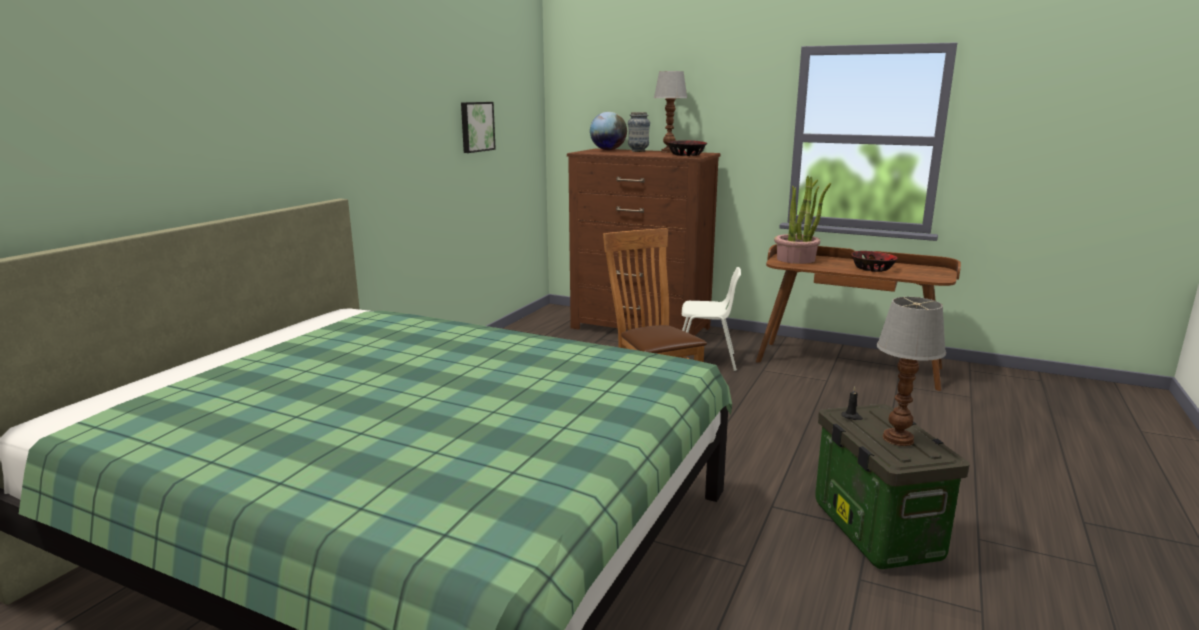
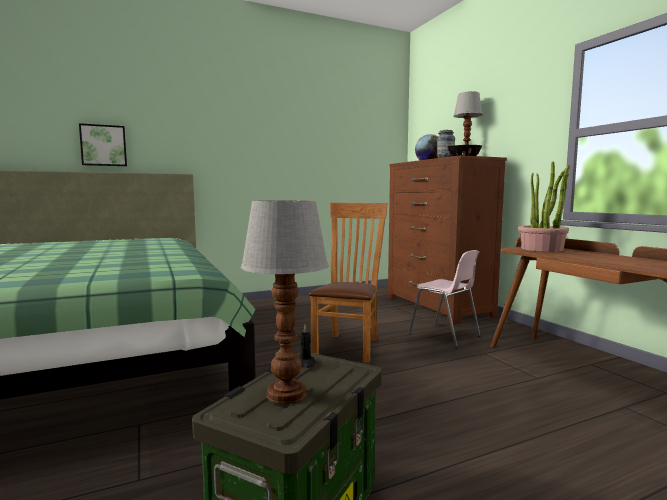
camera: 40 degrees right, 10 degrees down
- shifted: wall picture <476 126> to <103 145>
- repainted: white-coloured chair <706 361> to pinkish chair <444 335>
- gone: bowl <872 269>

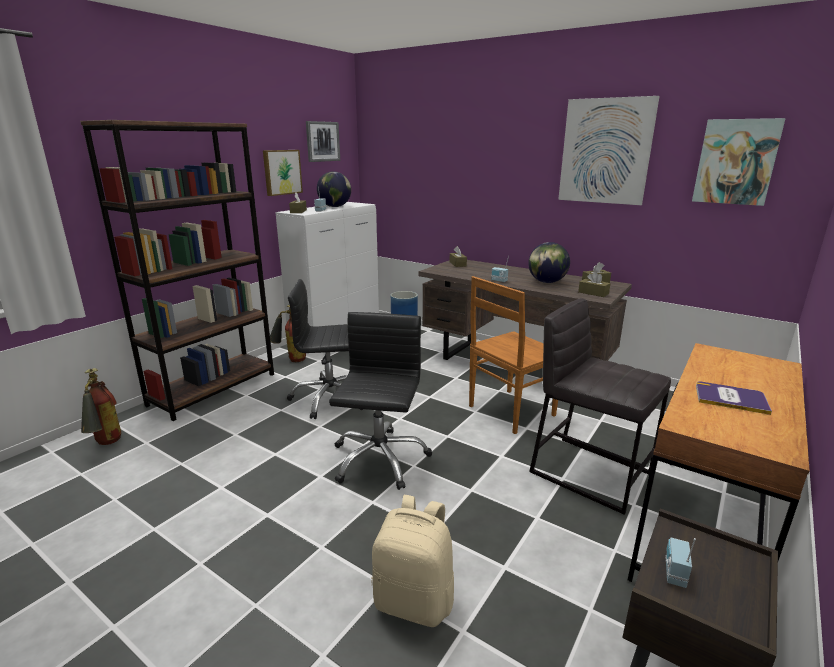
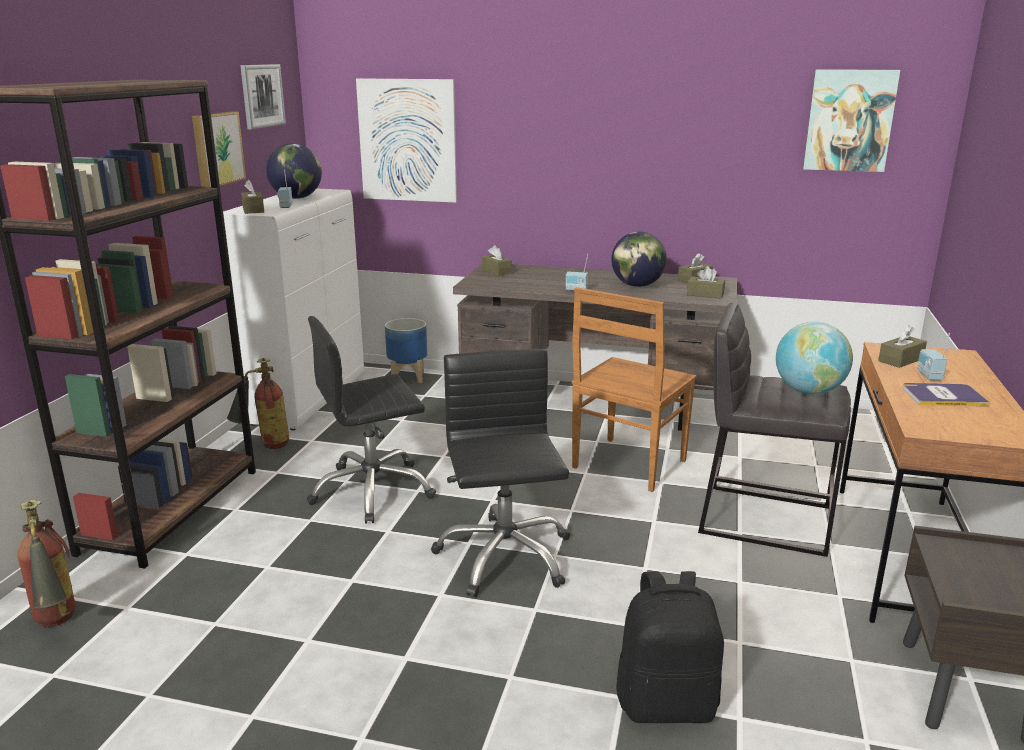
camera: 20 degrees left, 0 degrees up
- repainted: beige backpack <415 601> to blackish backpack <667 703>
- shifted: wall picture <605 151> to <407 140>
- shifted: radio <673 573> to <928 376>
- new: world globe <808 391>
- new: brownish tissue box <900 360>

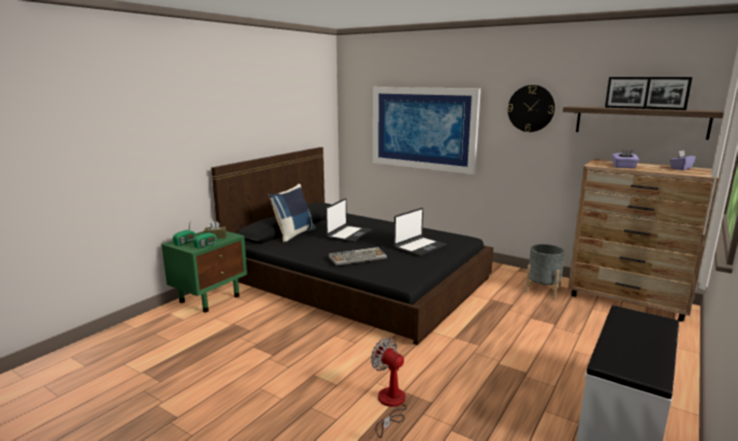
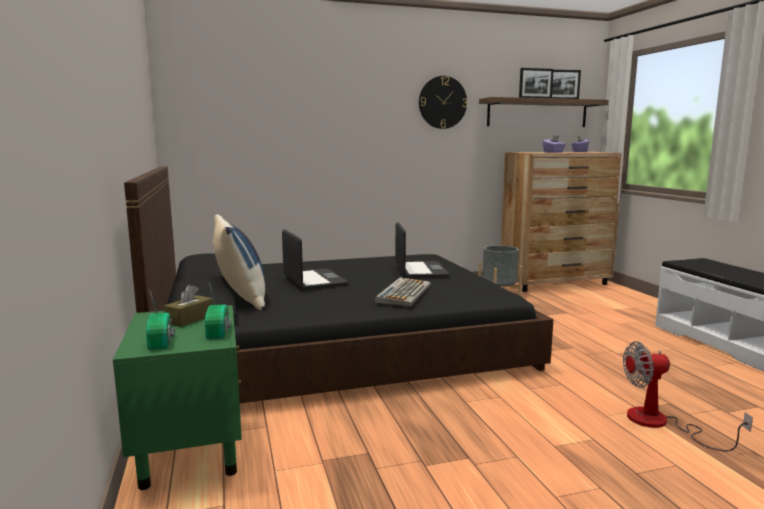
camera: 50 degrees left, 5 degrees down
- gone: wall picture <423 128>

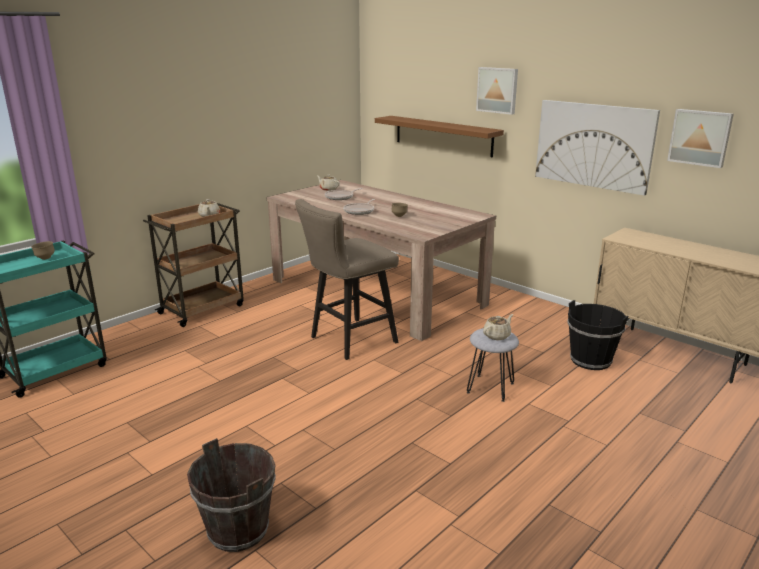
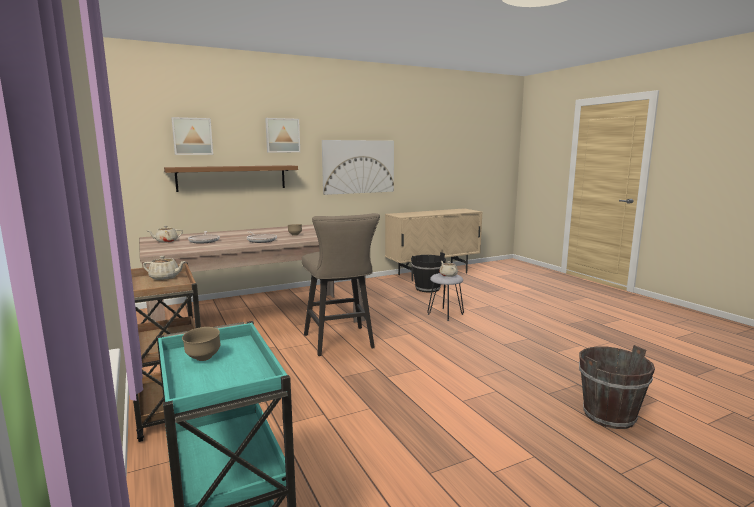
camera: 70 degrees left, 10 degrees down
- shifted: wall picture <700 137> to <192 136>

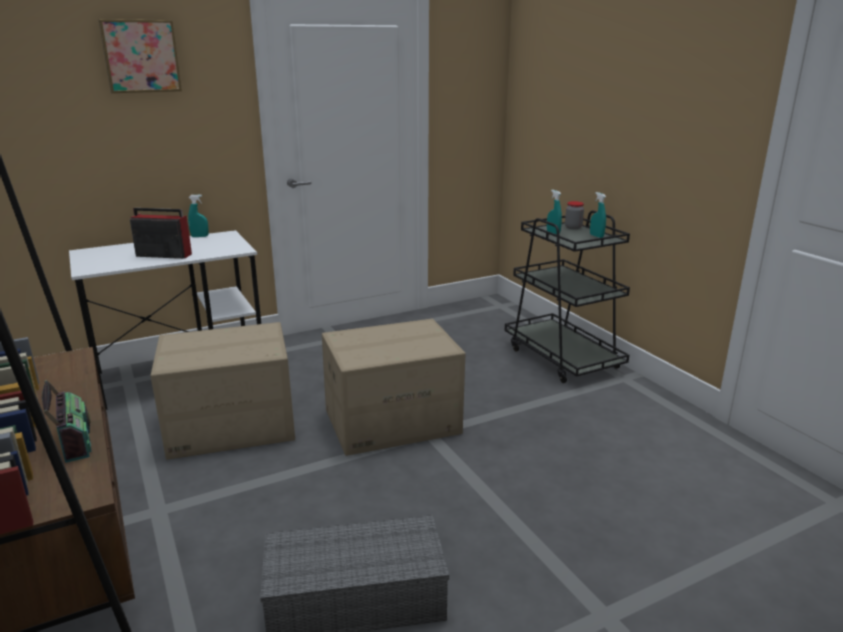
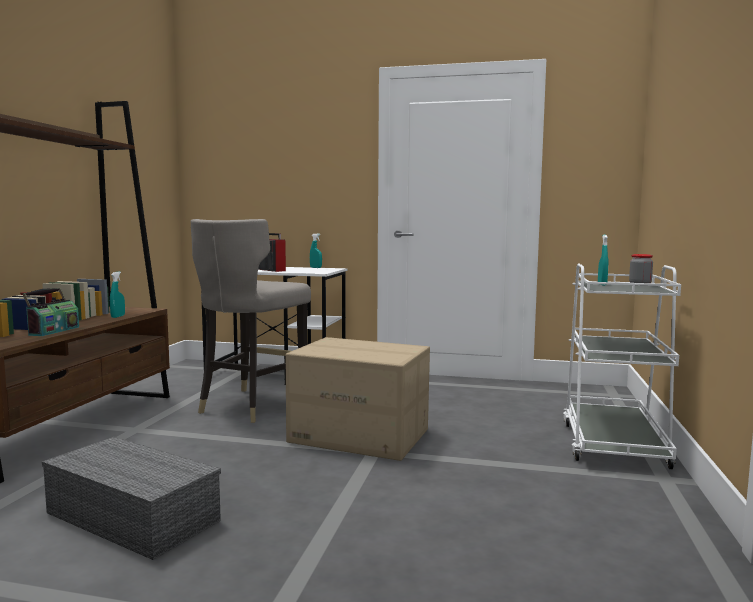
camera: 40 degrees right, 15 degrees down
- gone: wall picture <141 56>
- swapped: packing box <231 427> to grey stool <251 406>
- repainted: blackish wheeled cart <562 358> to white-coloured wheeled cart <613 444>
- shifted: blue-green hand sprayer <596 236> to <118 316>

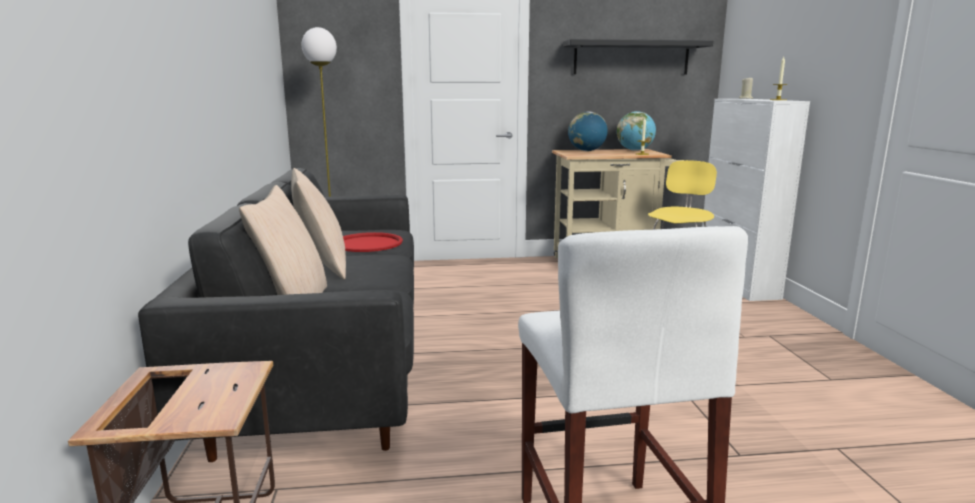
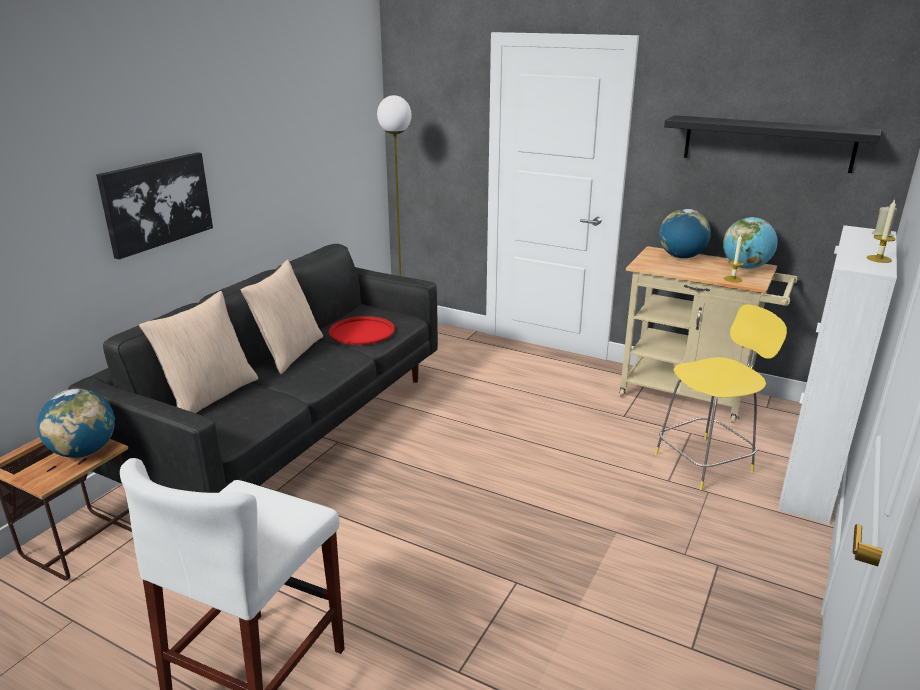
camera: 35 degrees right, 10 degrees up
- new: world globe <84 451>
- new: wall picture <157 203>

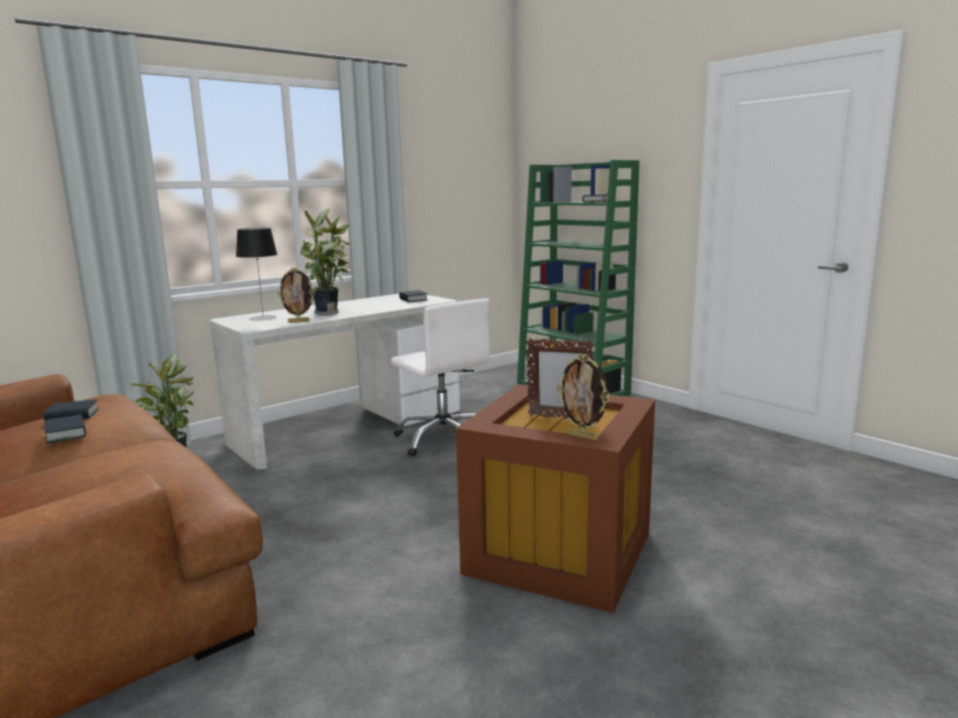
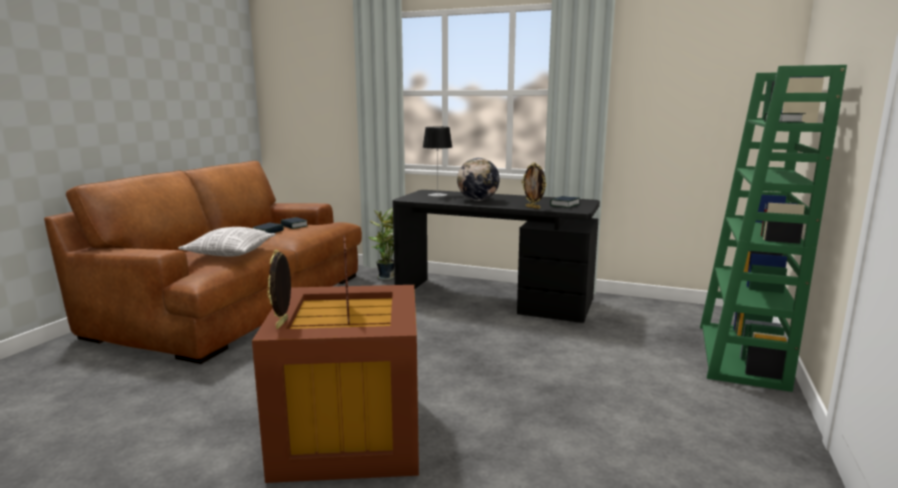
camera: 60 degrees right, 0 degrees up
- repainted: white-coloured desk <348 426> to blackish desk <493 299>
- shifted: standing frame <299 321> to <533 207>
- swapped: houseplant <329 312> to world globe <478 200>
- gone: white-coloured desk chair <444 439>
- new: cushion <230 253>

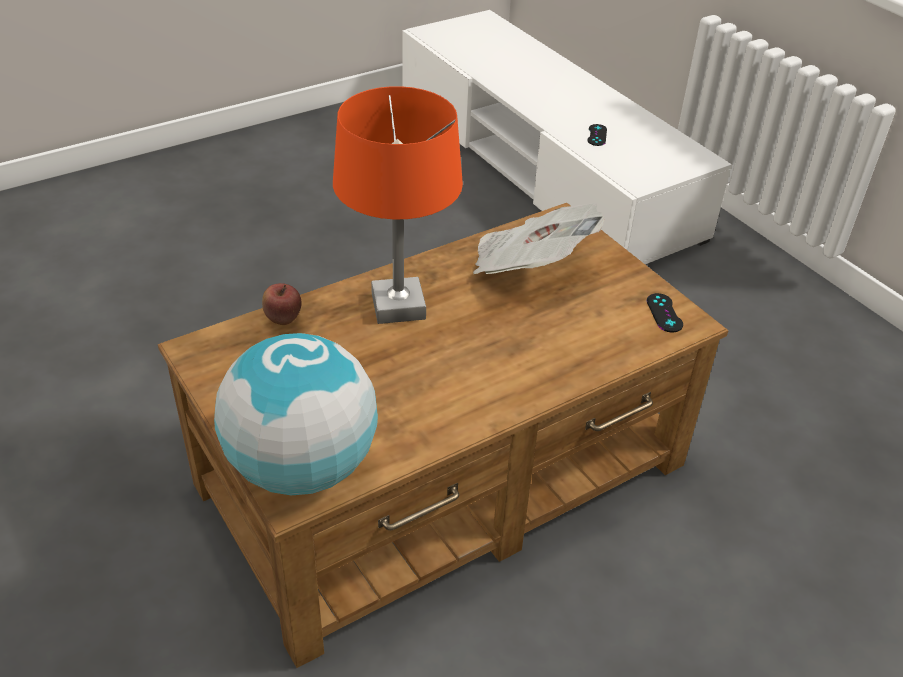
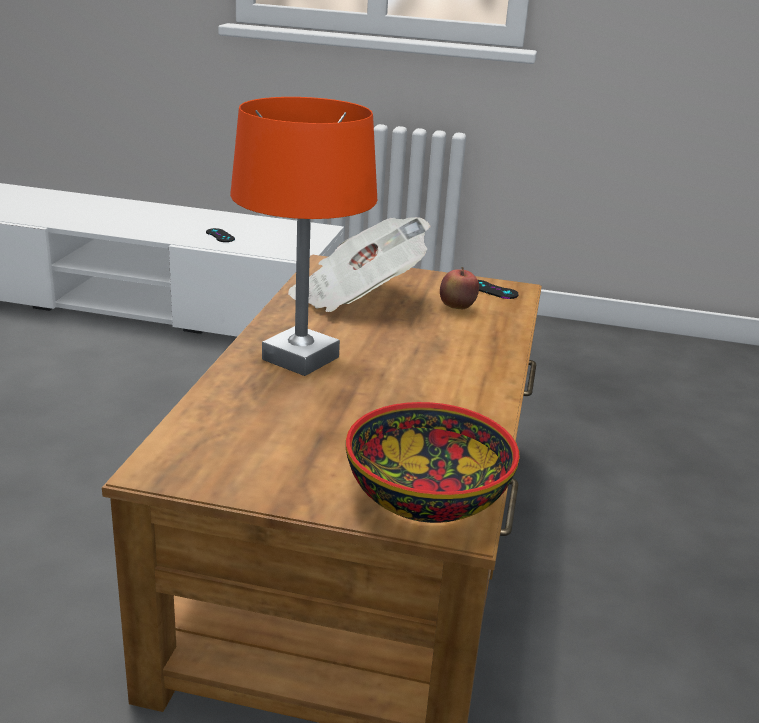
camera: 45 degrees left, 15 degrees down
- swapped: world globe <302 467> to bowl <426 498>
- shifted: whole apple <283 320> to <457 308>

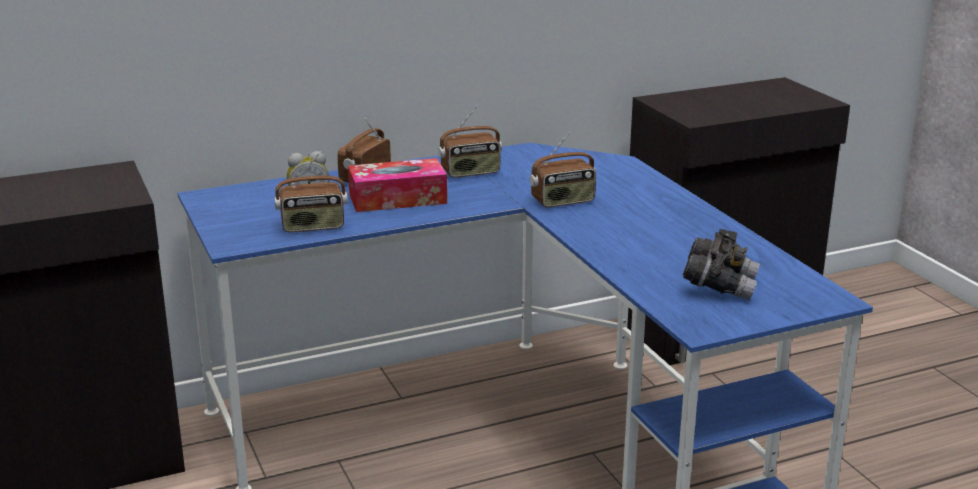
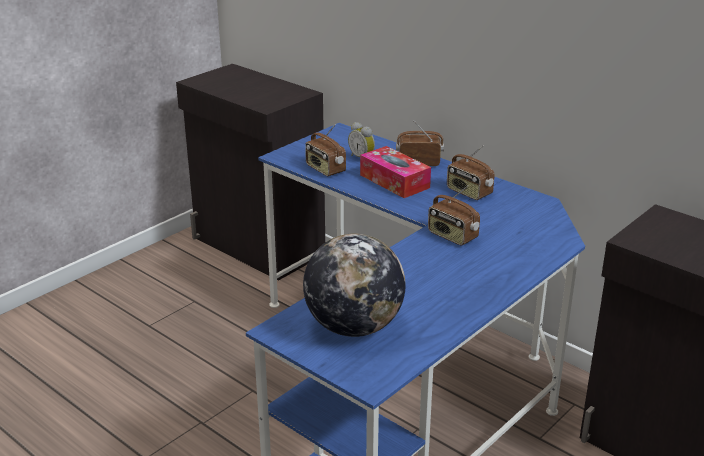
camera: 65 degrees right, 5 degrees up
- swapped: grey binoculars <719 286> to world globe <353 327>

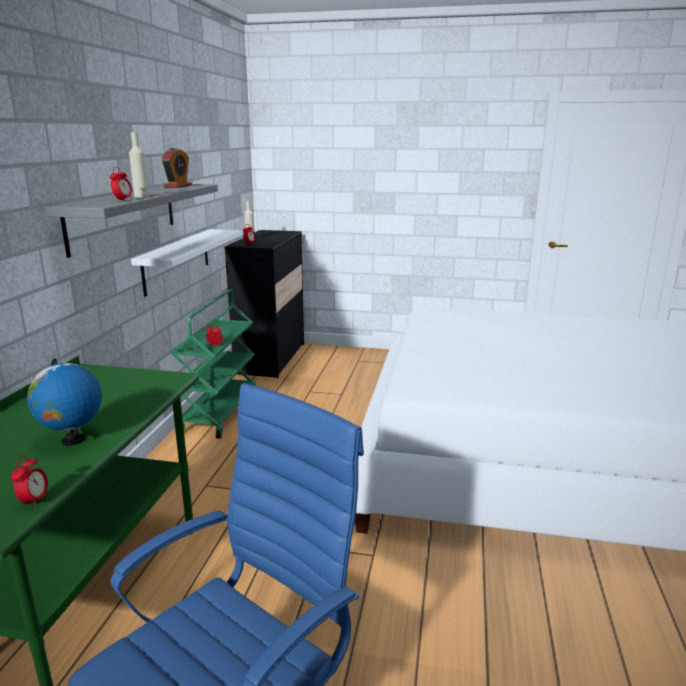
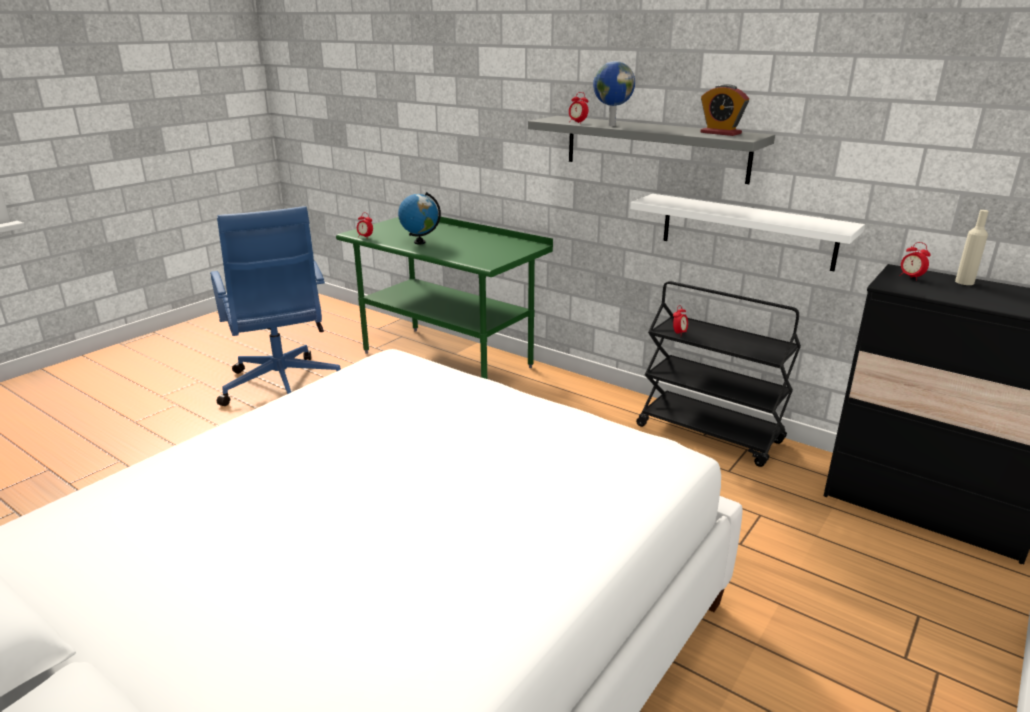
camera: 115 degrees right, 5 degrees up
- swapped: beige bottle <141 196> to world globe <611 125>
- repainted: greenish wheeled cart <219 412> to blackish wheeled cart <710 434>

